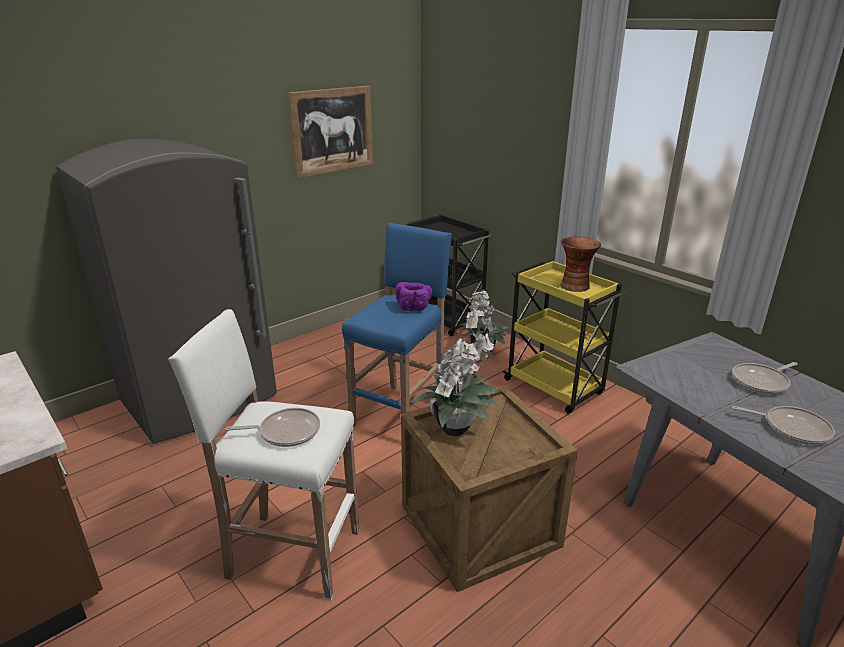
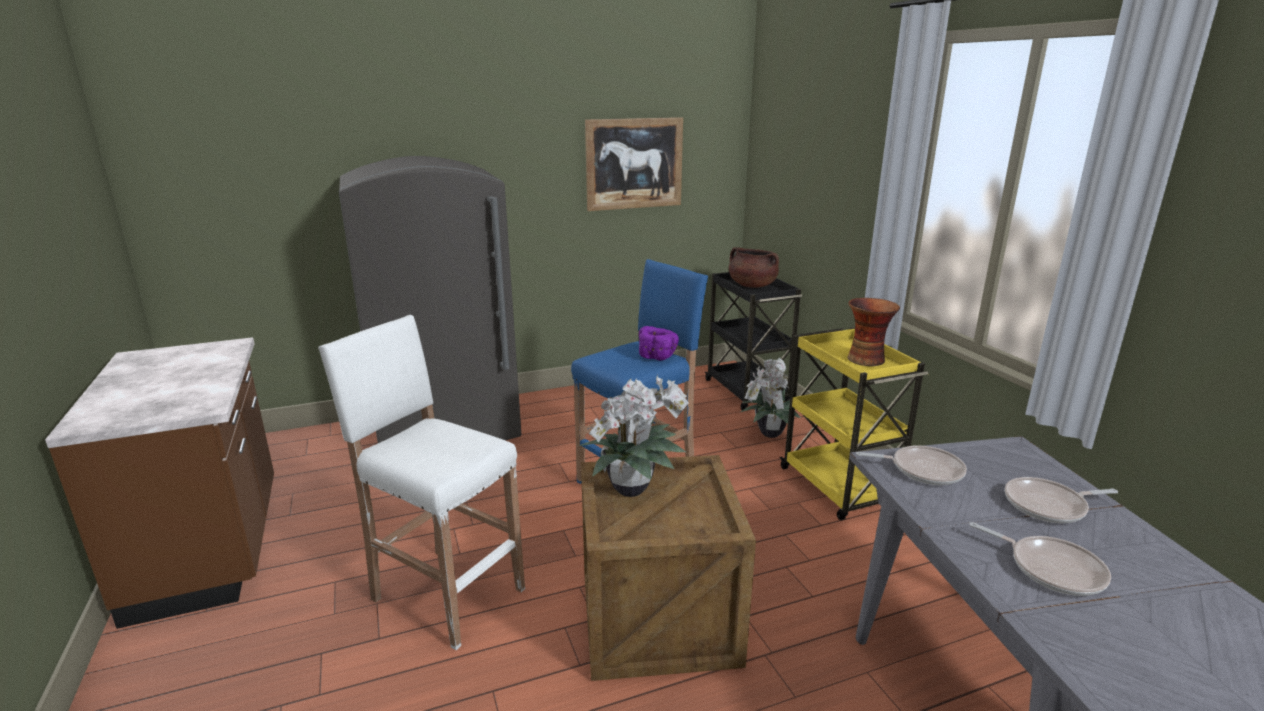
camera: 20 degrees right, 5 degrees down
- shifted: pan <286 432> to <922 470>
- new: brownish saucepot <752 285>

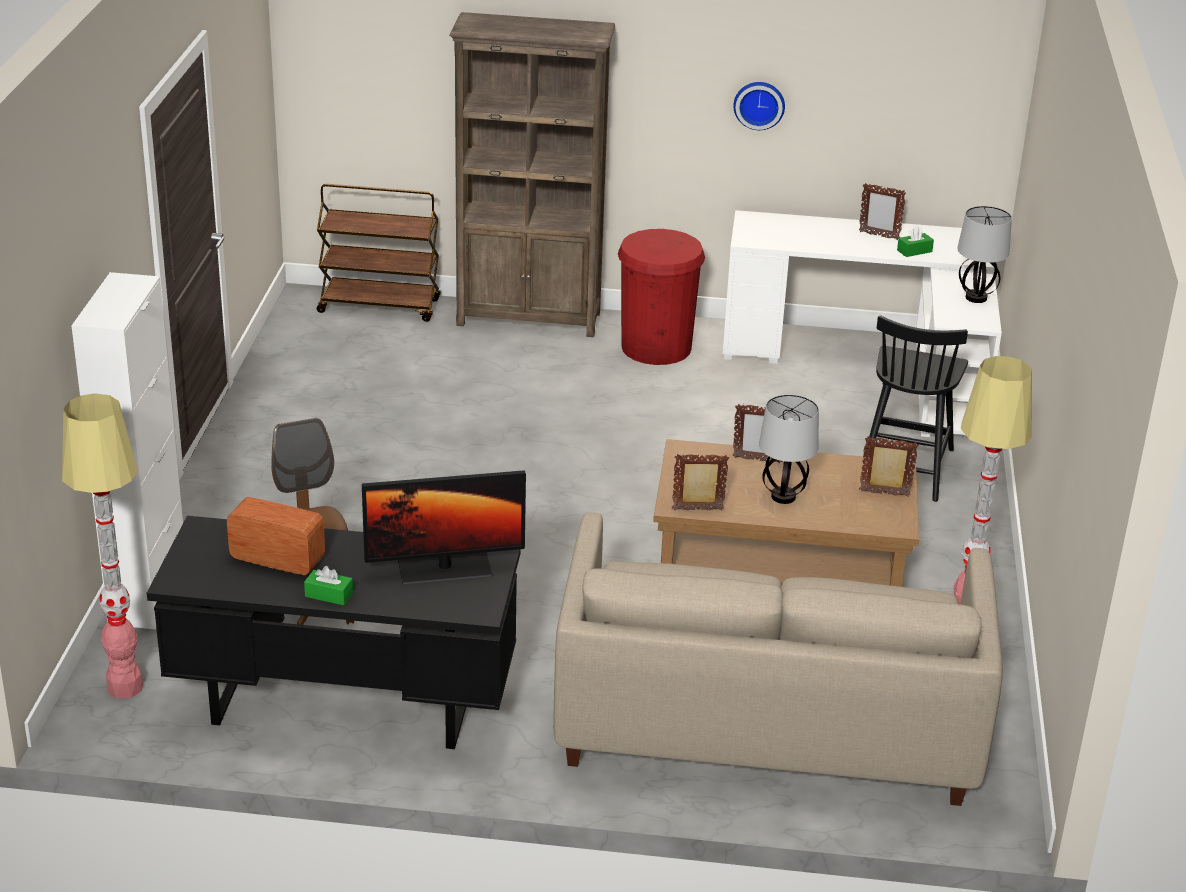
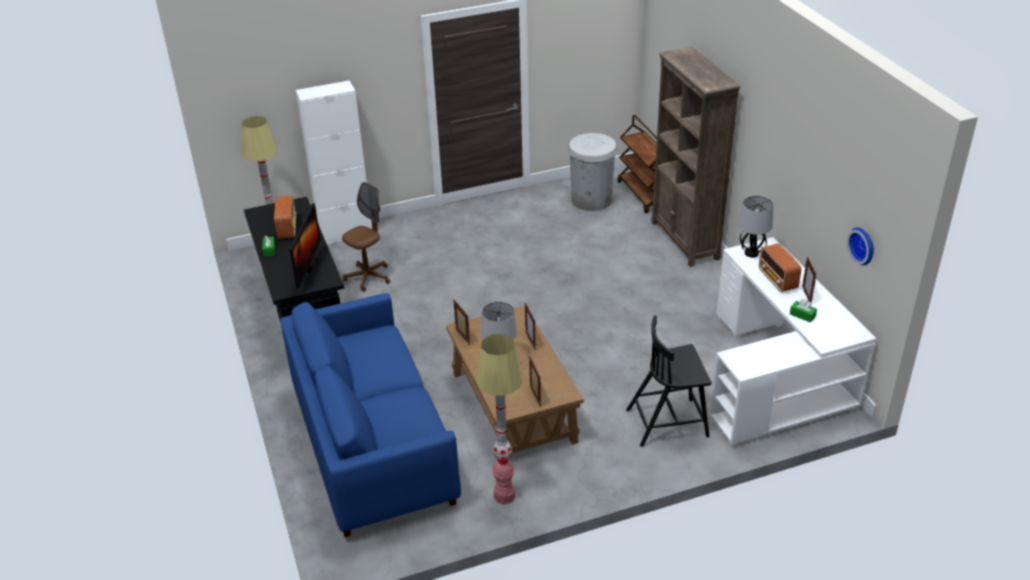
camera: 65 degrees right, 5 degrees up
- rotated: computer screen <445 568> = <310 271> 135 degrees counterclockwise
- repainted: beige settee <767 723> to blue settee <372 444>
- gone: red-coloured waste bin <656 347>
- shifted: wall clock <759 104> to <863 245>
- shifted: table lamp <976 298> to <751 253>
- new: white-coloured waste bin <591 200>
- new: radio <777 280>

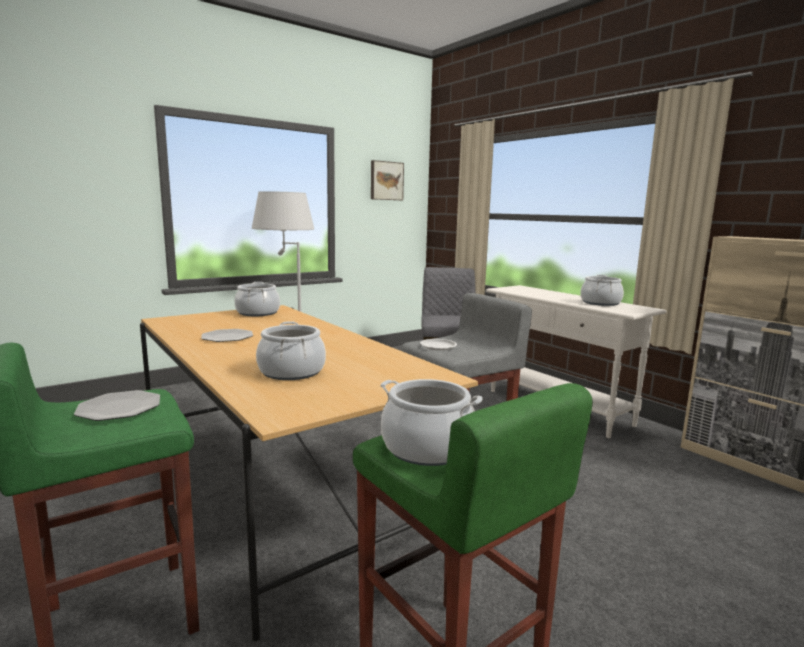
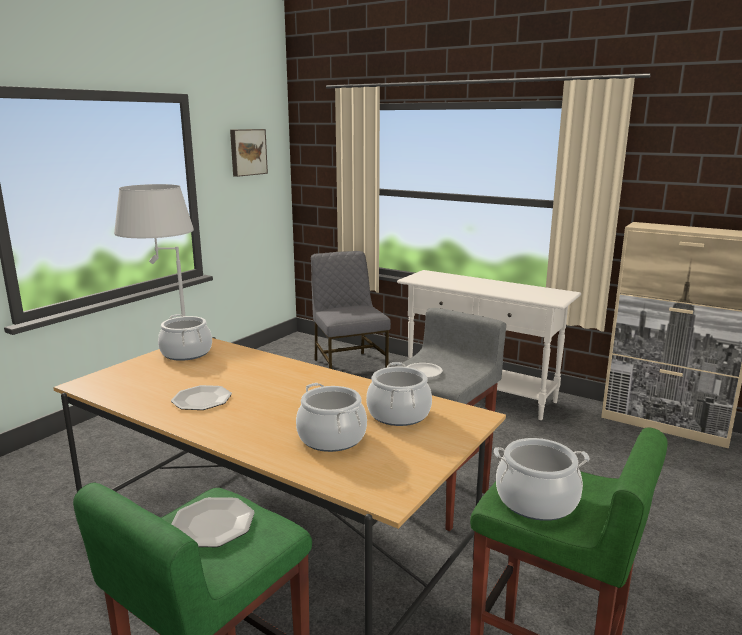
camera: 20 degrees left, 5 degrees up
- shifted: saucepot <600 303> to <398 414>

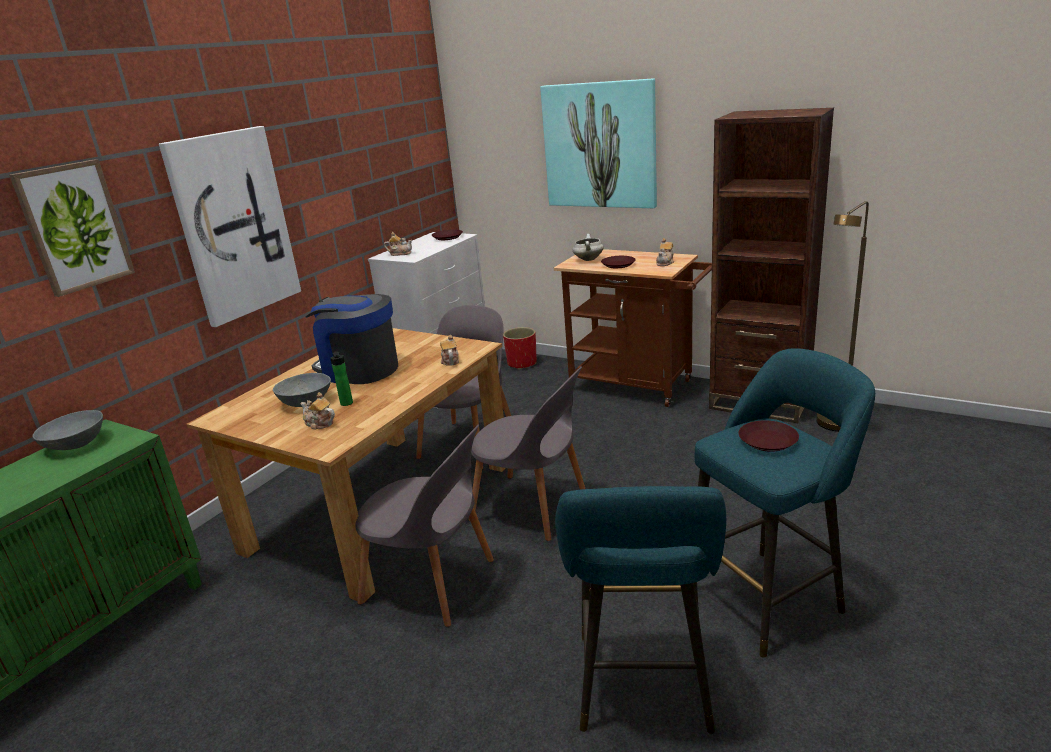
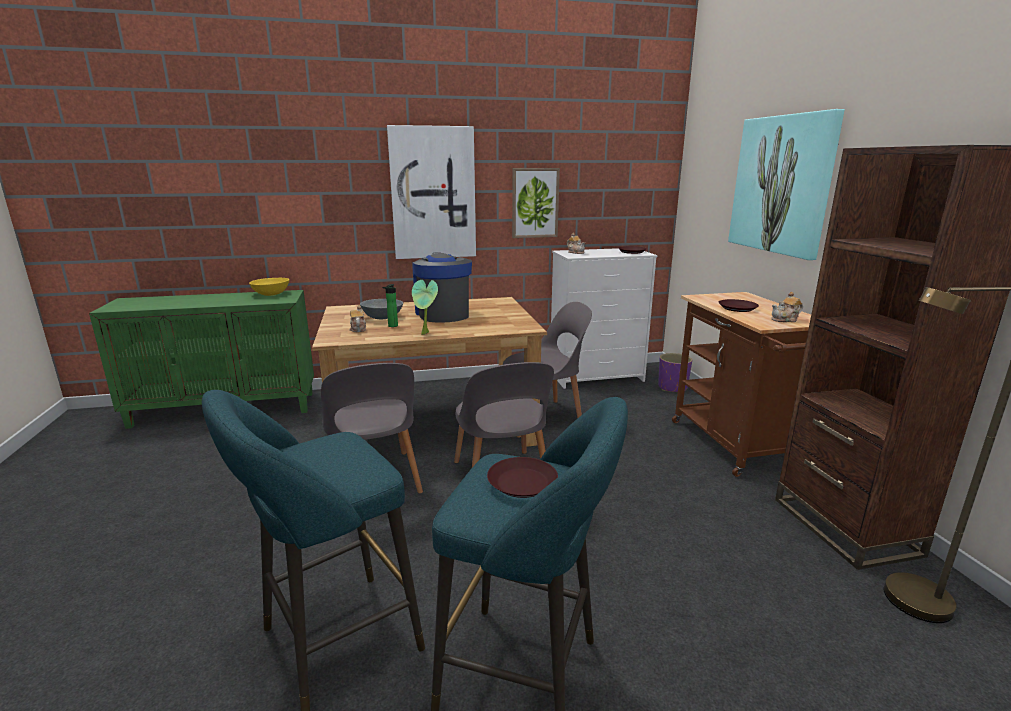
camera: 45 degrees right, 5 degrees down
- shifted: wall picture <74 227> to <535 203>
- repainted: grey bowl <77 443> to yellowish bowl <271 294>
- gone: teapot <450 361>
- repainted: red-coloured planter <522 363> to purplish planter <672 388>
- gone: white-coloured saucepot <588 259>
- new: houseplant <426 333>

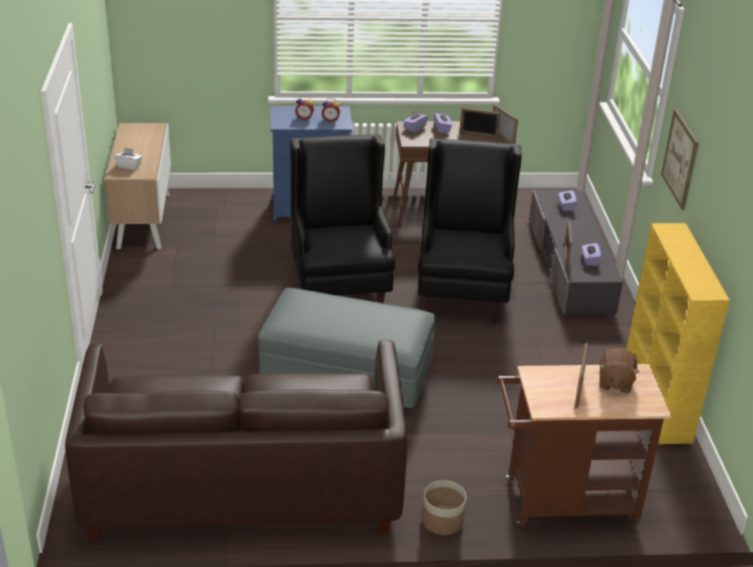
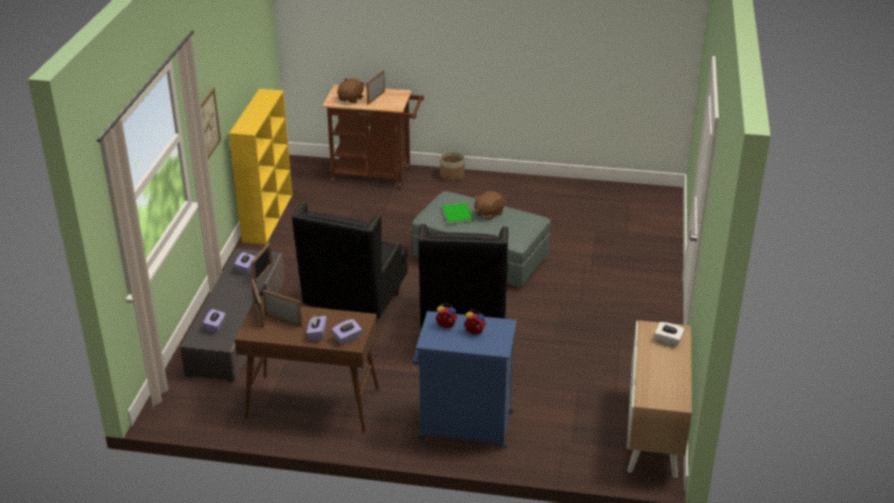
camera: 165 degrees left, 0 degrees up
- gone: brownish settee <242 485>
- new: greenish book <458 214>
- new: brownish cuddly toy <488 213>

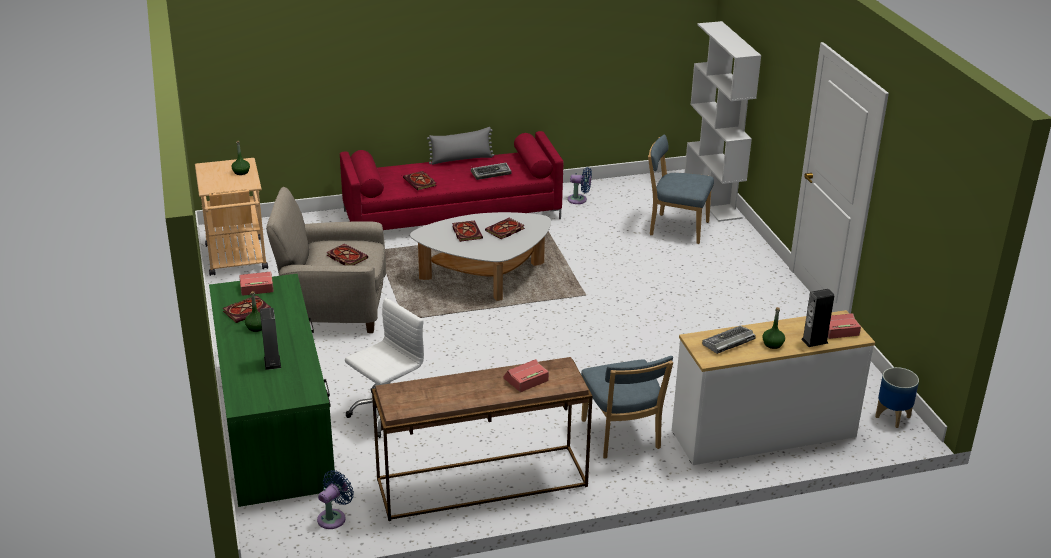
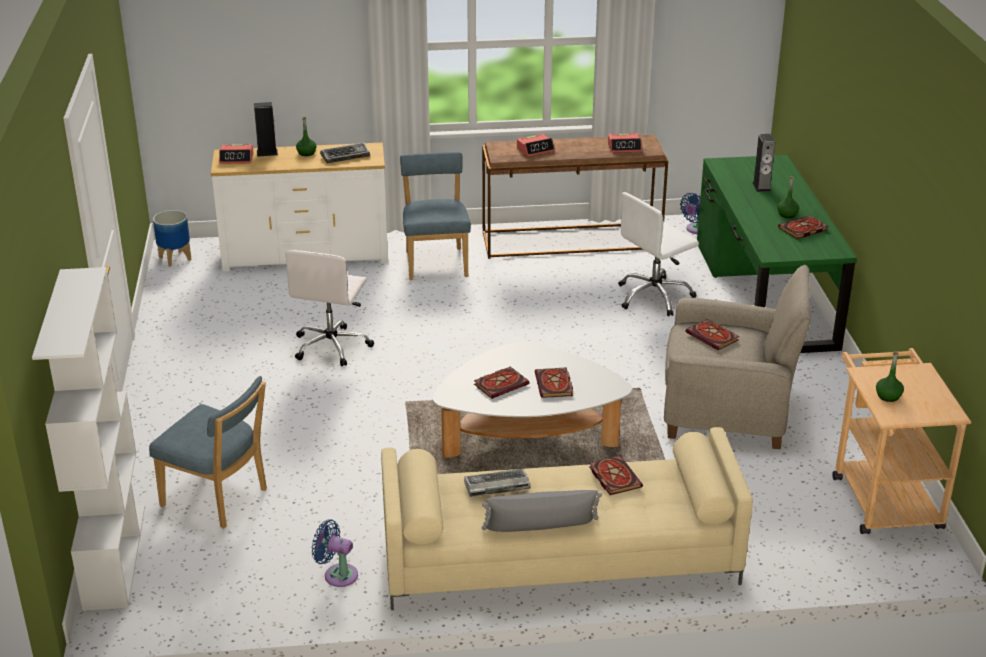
camera: 170 degrees left, 0 degrees up
- shifted: table clock <256 287> to <624 147>
- repainted: red-coloured settee <452 214> to beige settee <558 560>
- new: white-coloured desk chair <332 346>

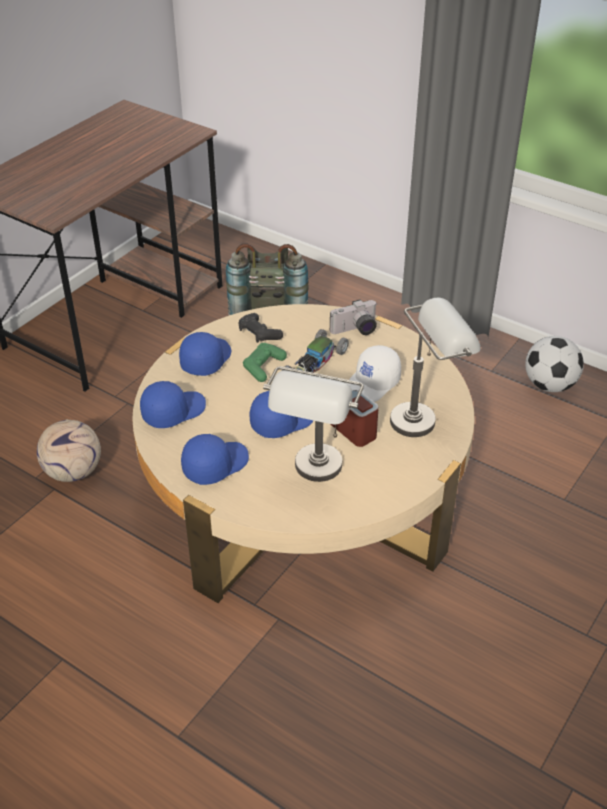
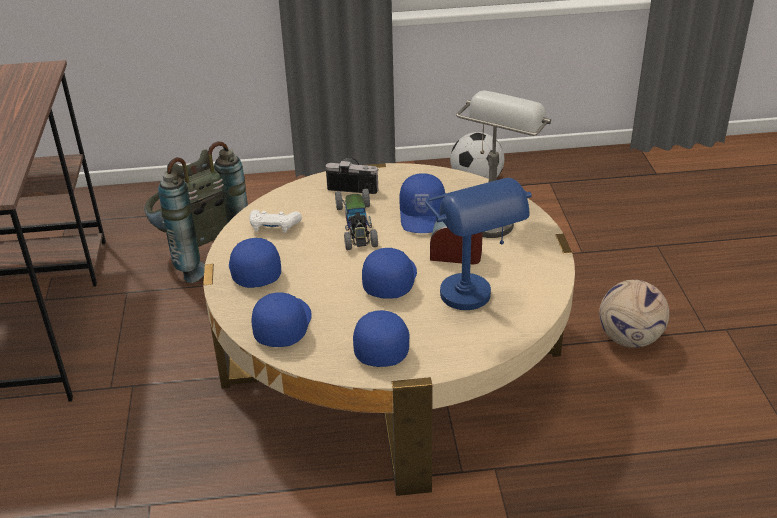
camera: 40 degrees left, 5 degrees down
- shifted: football ball <72 472> to <629 339>
- repainted: blackish game controller <259 334> to white-coloured game controller <274 226>
- gone: greenish game controller <263 367>
- repainted: grey table lamp <315 476> to blue table lamp <475 304>
- rotated: still camera <355 330> = <354 184> 105 degrees counterclockwise
- repainted: white-coloured baseball cap <372 385> to blue baseball cap <423 215>

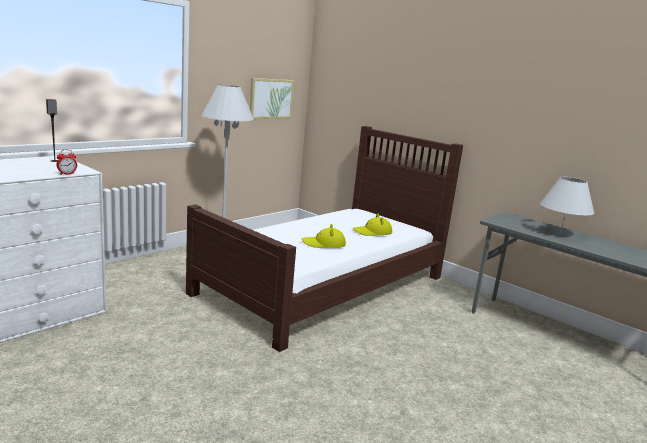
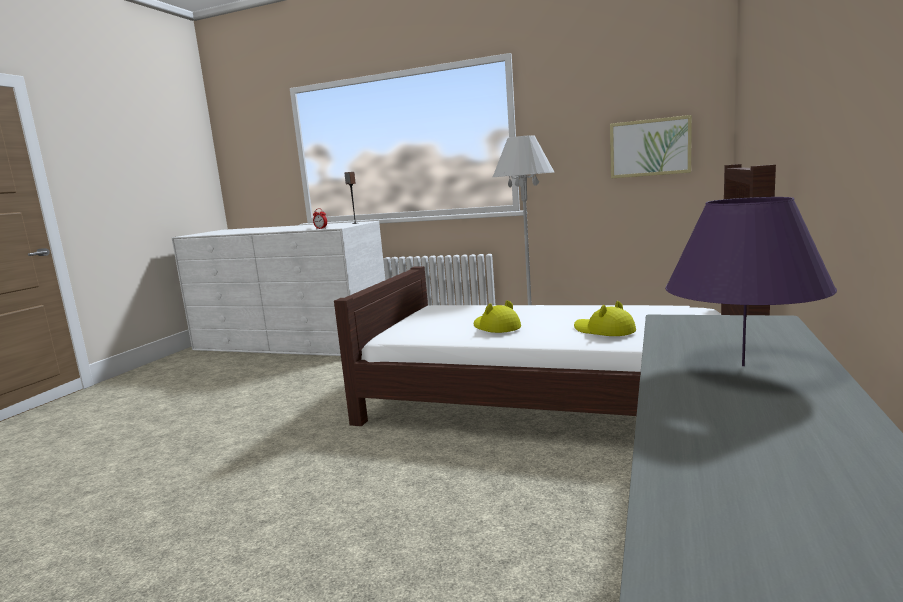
camera: 70 degrees right, 5 degrees down
- repainted: white-coloured table lamp <560 234> to purplish table lamp <743 365>

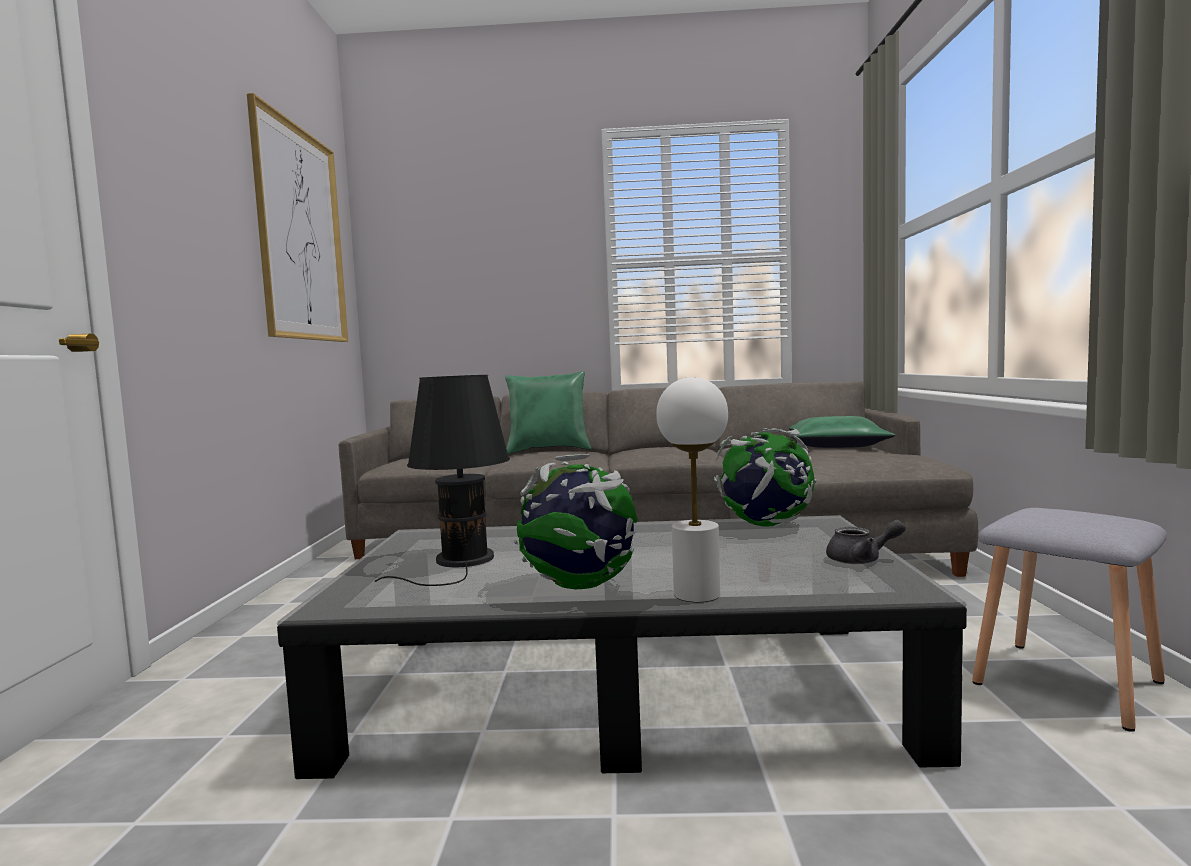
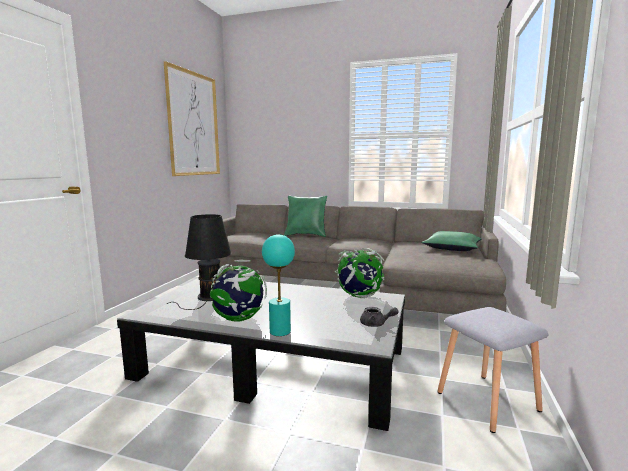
camera: 15 degrees right, 5 degrees up
- repainted: white-coloured table lamp <696 594> to blue-green table lamp <280 331>

